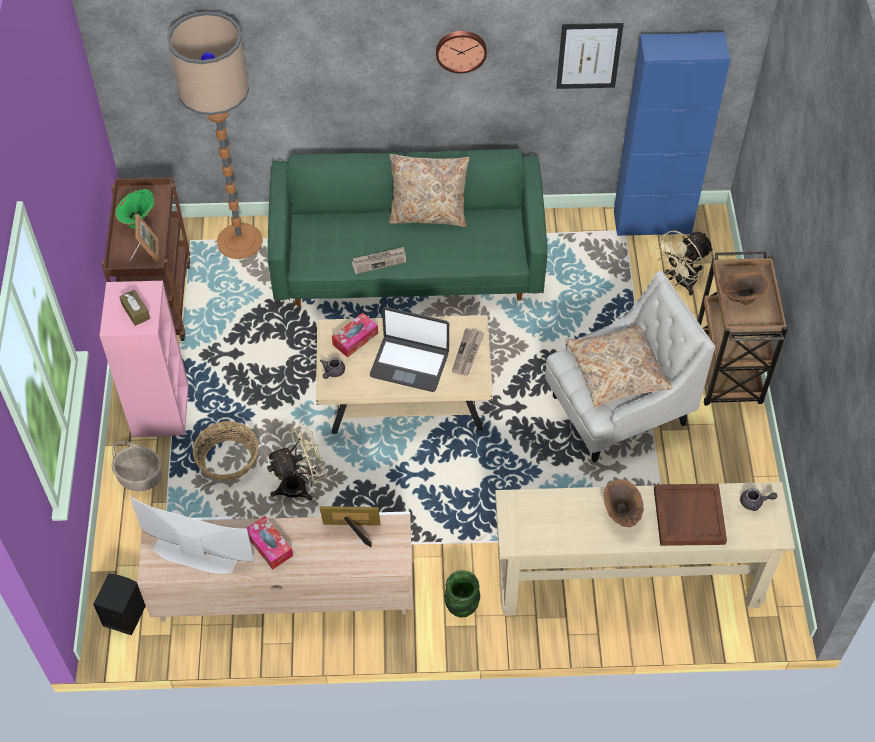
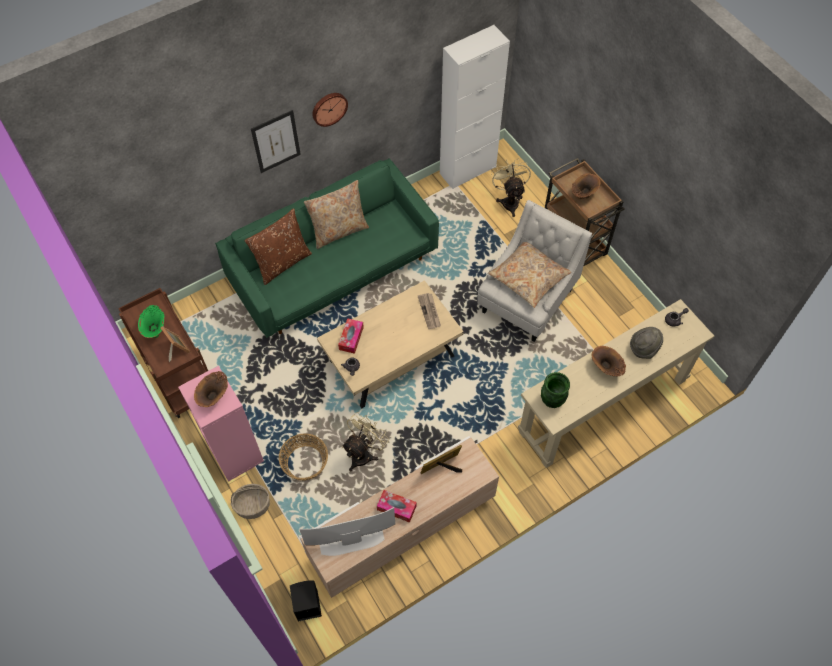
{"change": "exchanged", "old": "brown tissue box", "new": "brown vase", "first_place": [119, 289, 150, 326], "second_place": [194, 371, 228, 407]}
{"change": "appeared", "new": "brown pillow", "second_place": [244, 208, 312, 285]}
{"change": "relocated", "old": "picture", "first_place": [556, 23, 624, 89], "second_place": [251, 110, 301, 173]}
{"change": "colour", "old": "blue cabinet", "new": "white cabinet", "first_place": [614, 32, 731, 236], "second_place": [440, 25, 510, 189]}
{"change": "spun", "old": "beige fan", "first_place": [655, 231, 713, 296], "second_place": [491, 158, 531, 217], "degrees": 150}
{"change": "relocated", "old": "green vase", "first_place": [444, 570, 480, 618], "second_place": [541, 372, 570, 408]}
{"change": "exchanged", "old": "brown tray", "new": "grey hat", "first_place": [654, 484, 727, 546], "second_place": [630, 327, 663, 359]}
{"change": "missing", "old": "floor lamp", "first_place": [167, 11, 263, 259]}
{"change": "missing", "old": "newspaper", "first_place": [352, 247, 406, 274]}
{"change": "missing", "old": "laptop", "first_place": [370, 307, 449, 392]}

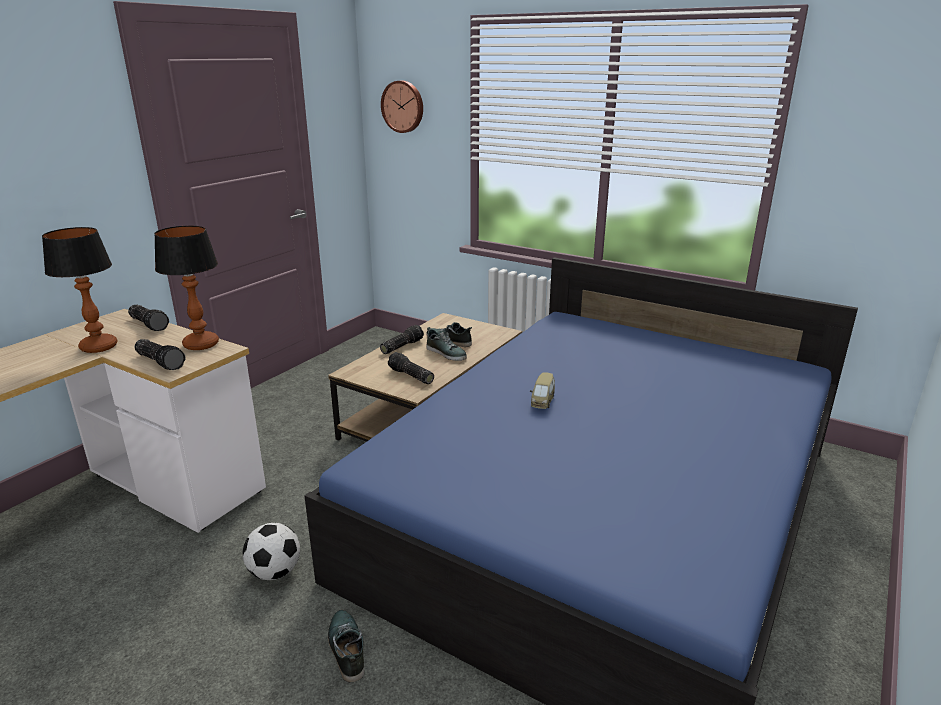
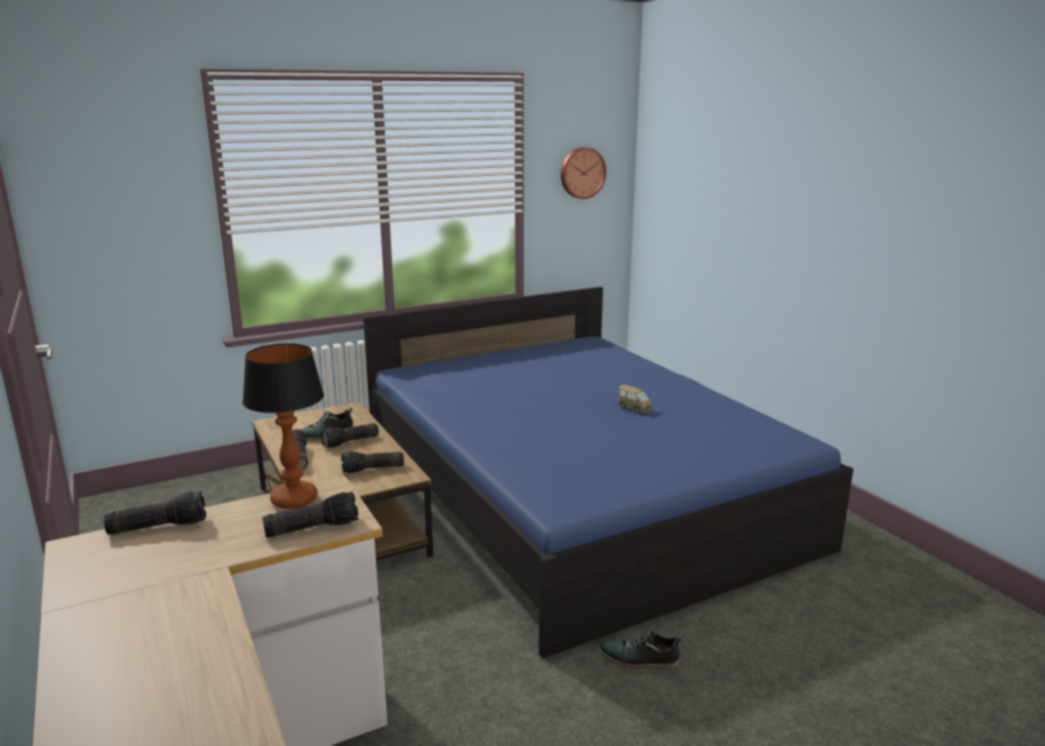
{"change": "exchanged", "old": "shoe", "new": "flashlight", "first_place": [426, 327, 467, 361], "second_place": [320, 423, 379, 448]}
{"change": "relocated", "old": "wall clock", "first_place": [381, 81, 423, 133], "second_place": [561, 147, 606, 199]}
{"change": "relocated", "old": "toy car", "first_place": [530, 372, 555, 409], "second_place": [618, 385, 652, 413]}
{"change": "missing", "old": "table lamp", "first_place": [42, 227, 117, 353]}
{"change": "missing", "old": "football", "first_place": [243, 523, 300, 580]}

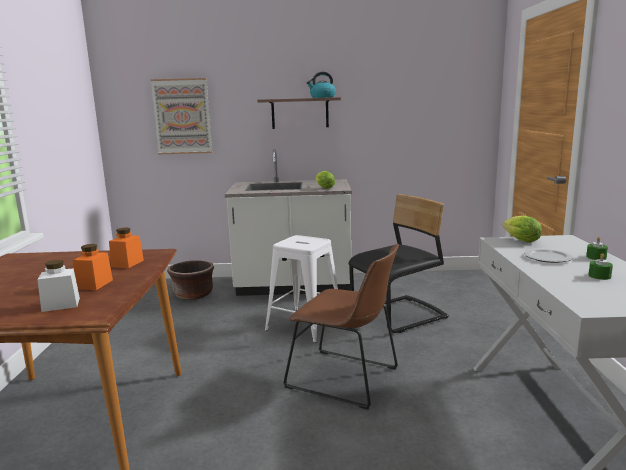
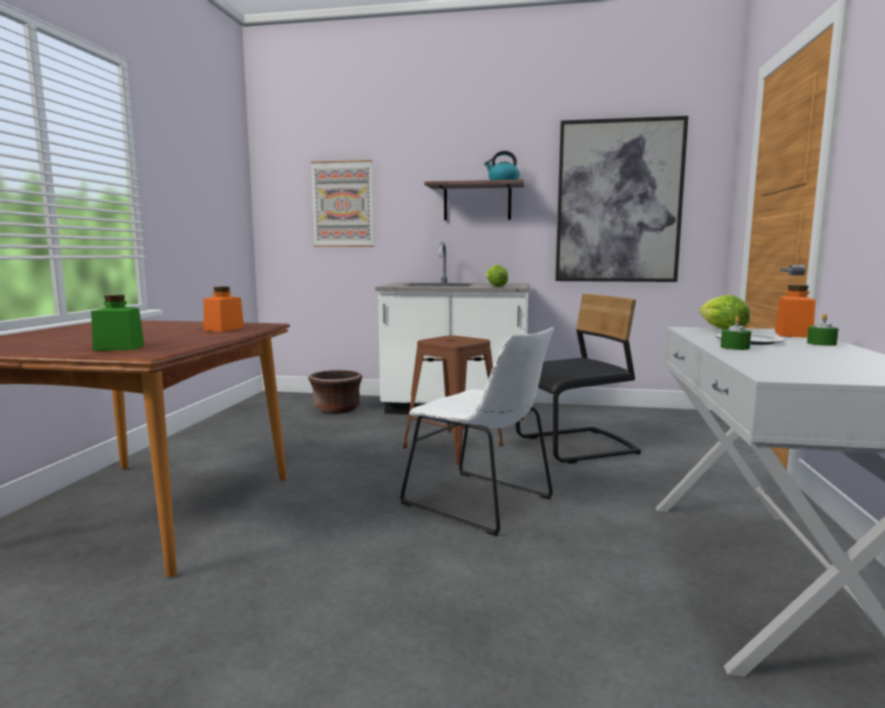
{"change": "colour", "old": "white jar", "new": "green jar", "first_place": [37, 260, 80, 312], "second_place": [91, 295, 144, 351]}
{"change": "colour", "old": "brown chair", "new": "white chair", "first_place": [283, 244, 399, 410], "second_place": [400, 327, 554, 536]}
{"change": "colour", "old": "white stool", "new": "brown stool", "first_place": [265, 235, 338, 343], "second_place": [403, 335, 503, 464]}
{"change": "appeared", "new": "picture", "second_place": [555, 116, 688, 282]}
{"change": "relocated", "old": "green candle", "first_place": [589, 253, 613, 280], "second_place": [721, 316, 751, 350]}
{"change": "relocated", "old": "orange jar", "first_place": [73, 244, 113, 290], "second_place": [775, 285, 816, 338]}

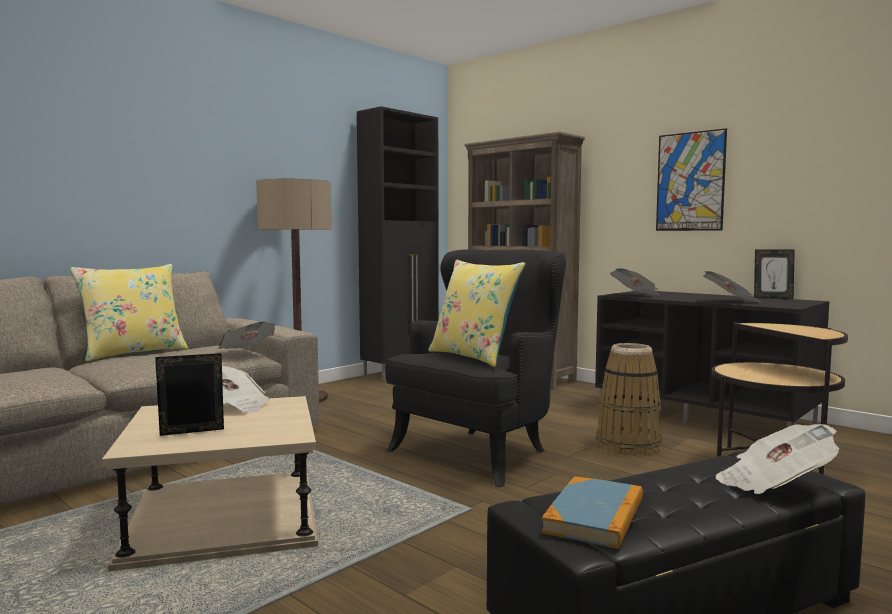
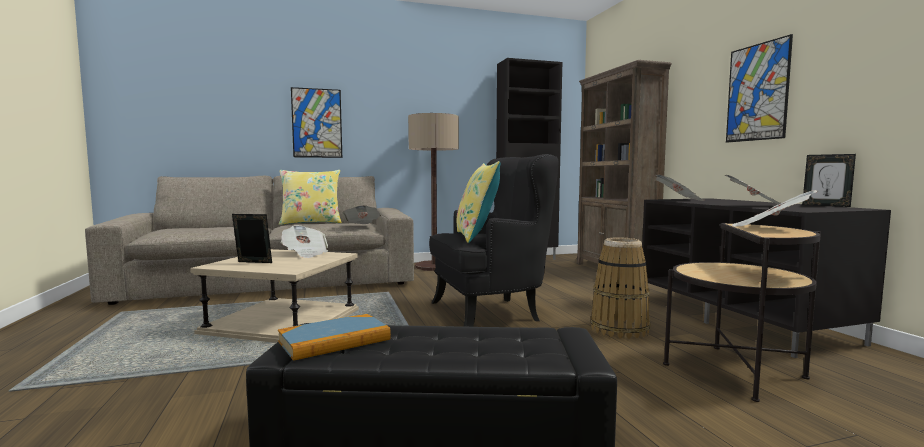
{"change": "appeared", "new": "picture", "second_place": [291, 87, 342, 158]}
{"change": "relocated", "old": "newspaper", "first_place": [716, 424, 839, 494], "second_place": [732, 190, 818, 227]}

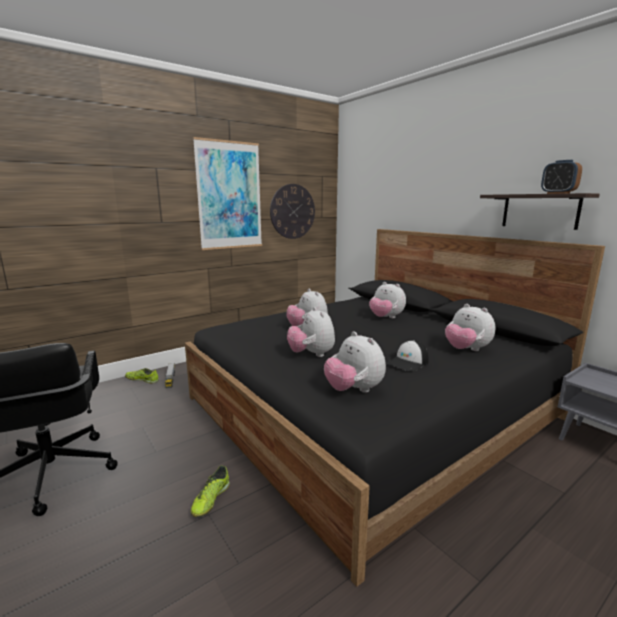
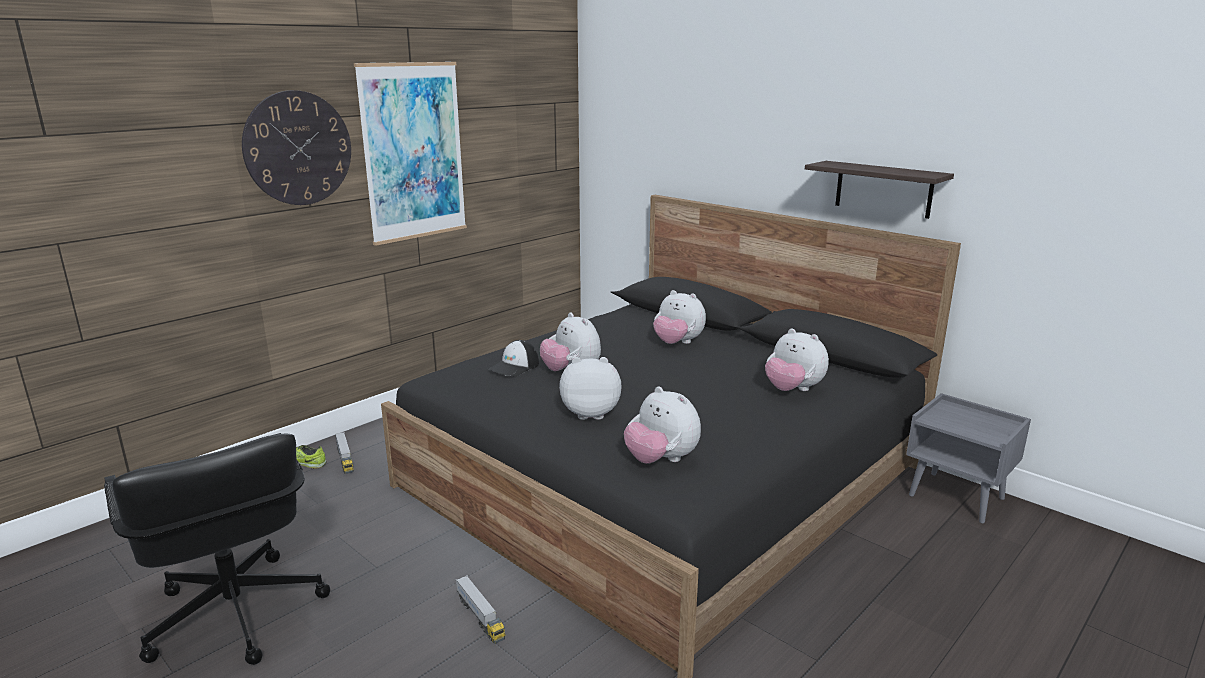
{"change": "relocated", "old": "wall clock", "first_place": [270, 184, 315, 239], "second_place": [242, 90, 351, 205]}
{"change": "exchanged", "old": "shoe", "new": "toy truck", "first_place": [191, 466, 230, 517], "second_place": [456, 575, 505, 644]}
{"change": "relocated", "old": "cap", "first_place": [387, 340, 429, 372], "second_place": [489, 340, 539, 377]}
{"change": "spun", "old": "plush toy", "first_place": [287, 307, 335, 357], "second_place": [559, 357, 622, 420], "degrees": 120}
{"change": "missing", "old": "alarm clock", "first_place": [541, 160, 582, 194]}

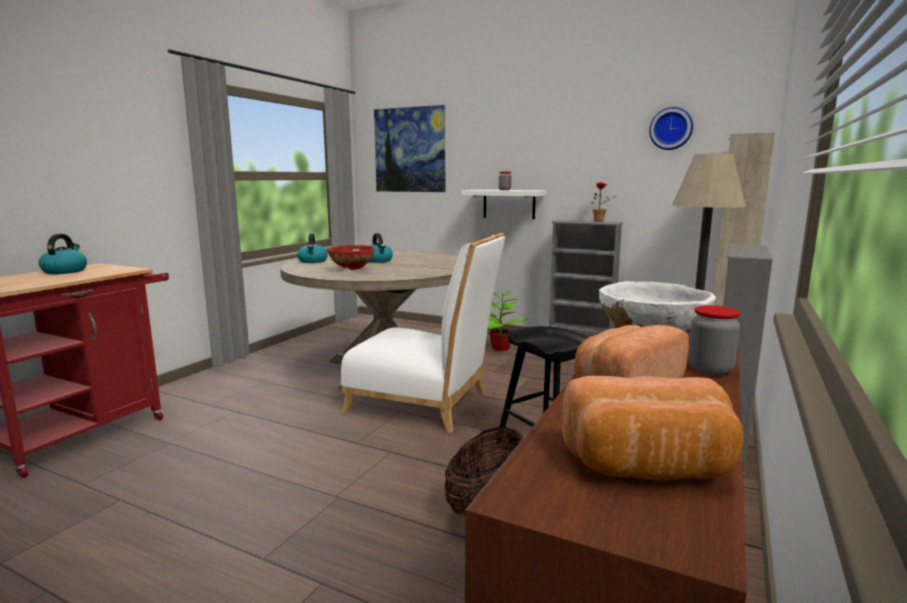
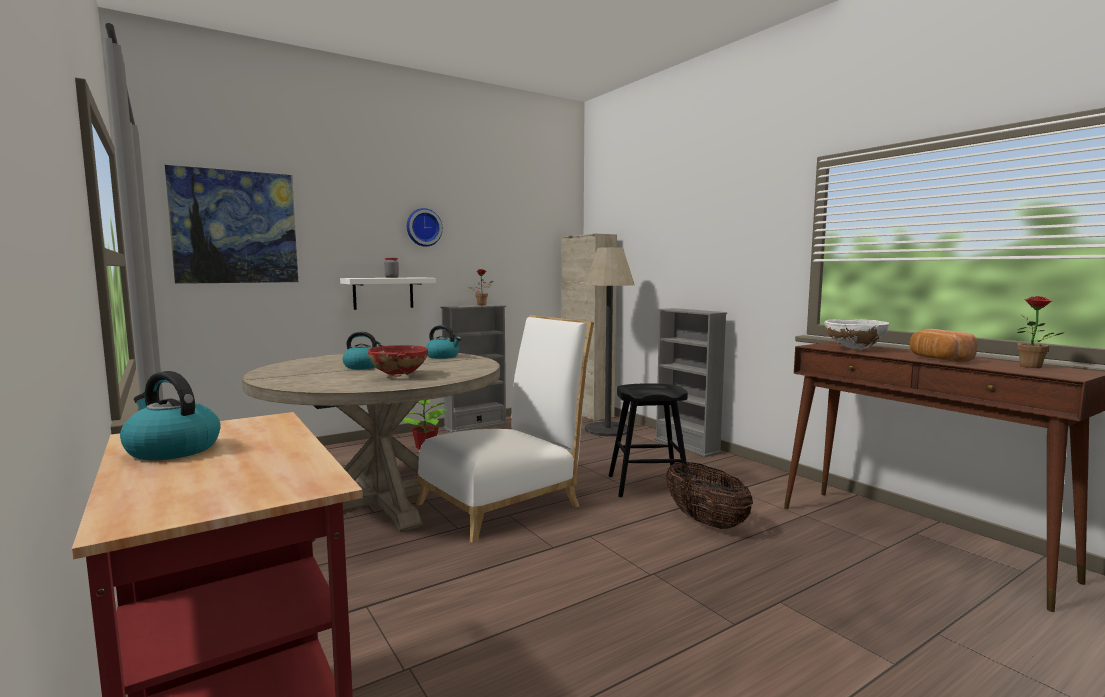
{"change": "relocated", "old": "wall clock", "first_place": [649, 107, 693, 150], "second_place": [407, 208, 443, 247]}
{"change": "relocated", "old": "kettle", "first_place": [297, 233, 328, 263], "second_place": [425, 325, 461, 359]}
{"change": "exchanged", "old": "bread", "new": "potted plant", "first_place": [562, 376, 744, 481], "second_place": [1017, 296, 1063, 368]}
{"change": "missing", "old": "jar", "first_place": [688, 305, 740, 375]}

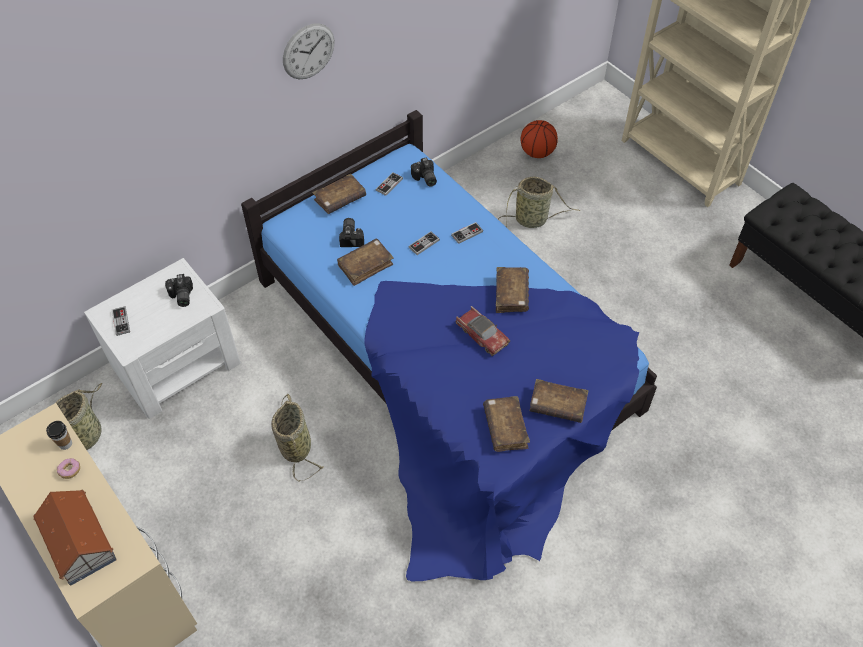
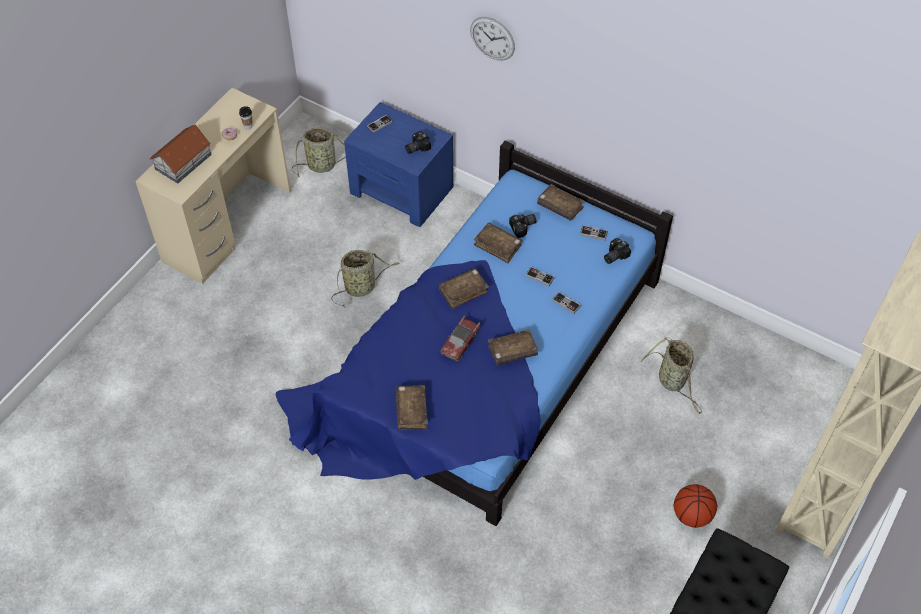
{"change": "colour", "old": "white nightstand", "new": "blue nightstand", "first_place": [84, 258, 241, 419], "second_place": [344, 102, 453, 227]}
{"change": "relocated", "old": "brown book", "first_place": [483, 396, 530, 452], "second_place": [439, 268, 489, 309]}
{"change": "relocated", "old": "wall clock", "first_place": [283, 23, 334, 79], "second_place": [470, 17, 515, 60]}
{"change": "relocated", "old": "basketball", "first_place": [521, 120, 558, 158], "second_place": [673, 484, 717, 528]}

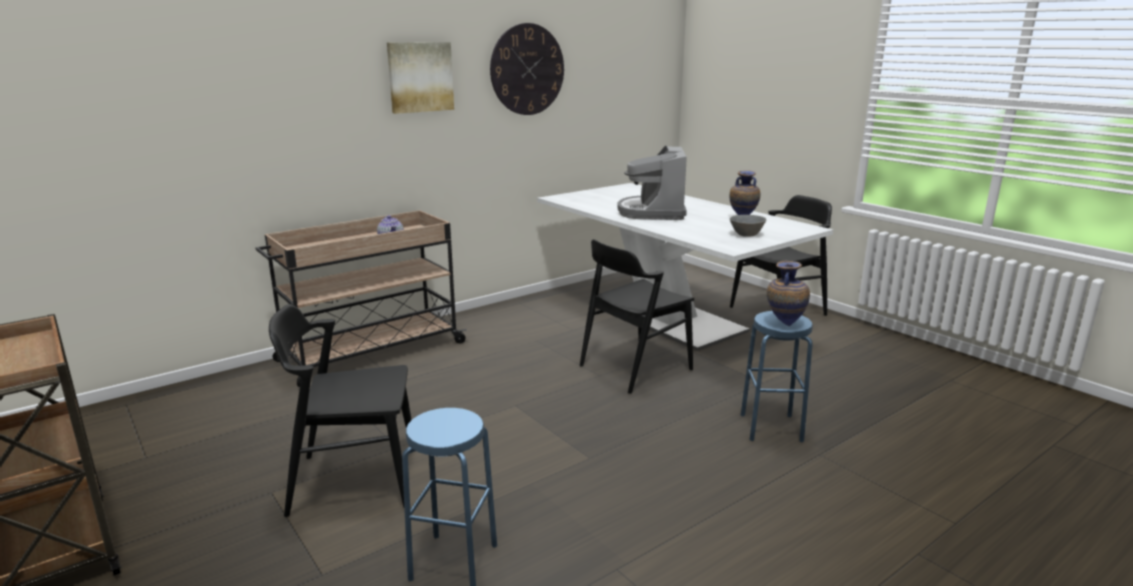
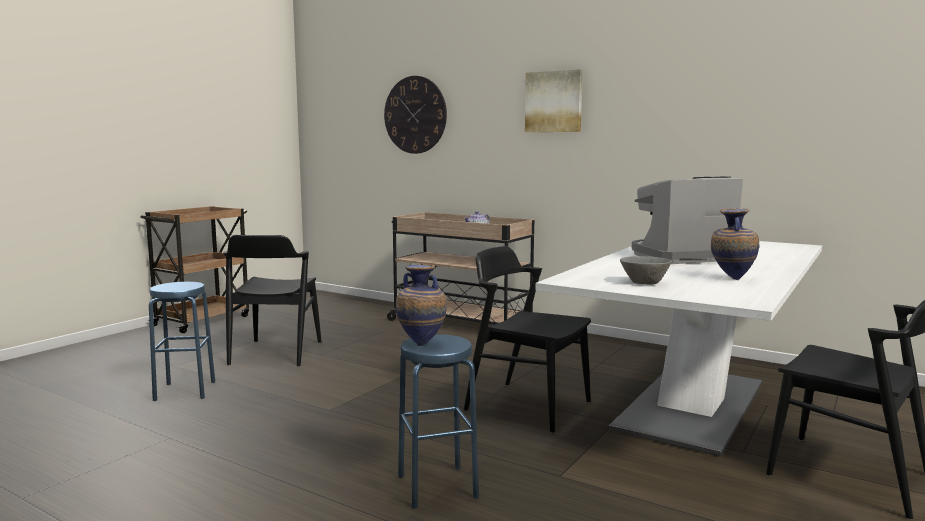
{"change": "spun", "old": "black chair", "first_place": [269, 304, 412, 517], "second_place": [223, 235, 321, 367], "degrees": -150}
{"change": "relocated", "old": "wall clock", "first_place": [490, 23, 564, 115], "second_place": [384, 76, 447, 154]}

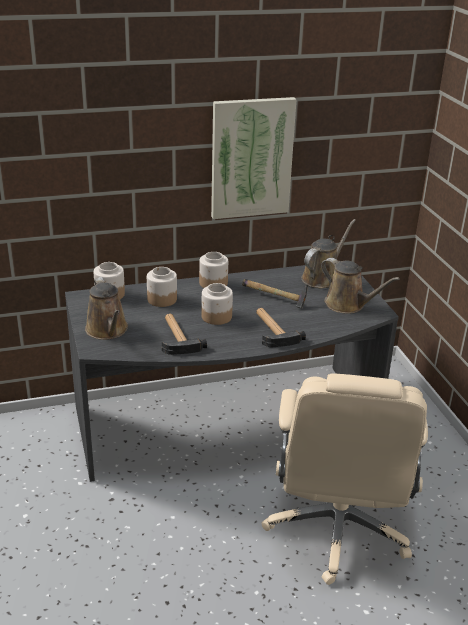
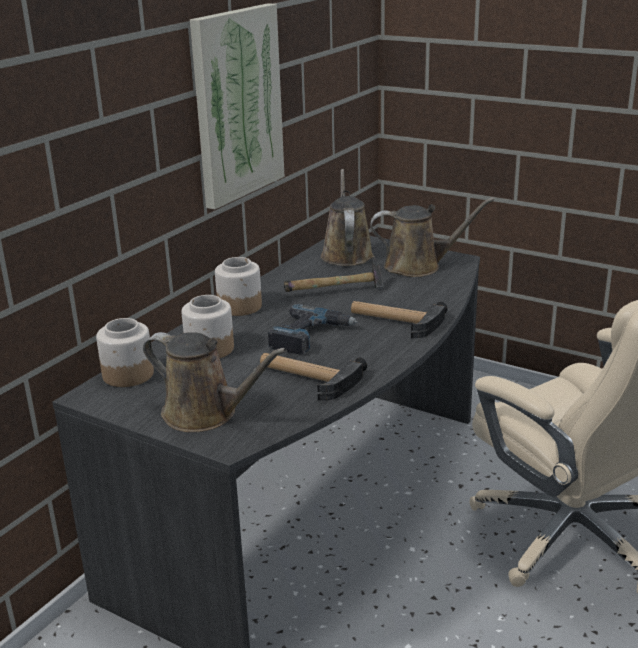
{"change": "exchanged", "old": "jar", "new": "power drill", "first_place": [201, 283, 233, 325], "second_place": [268, 304, 358, 355]}

